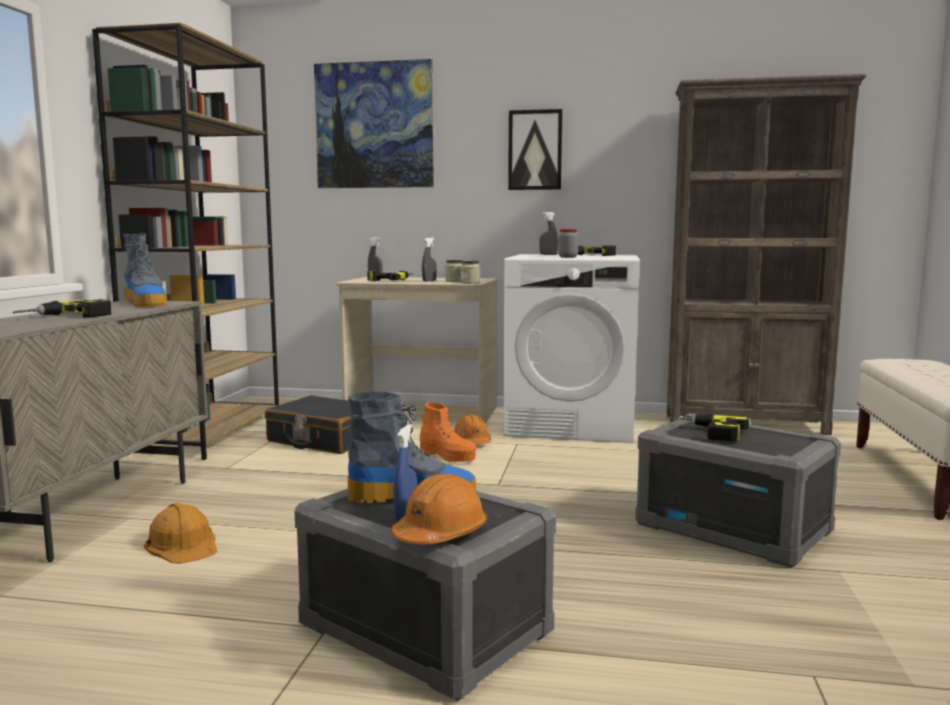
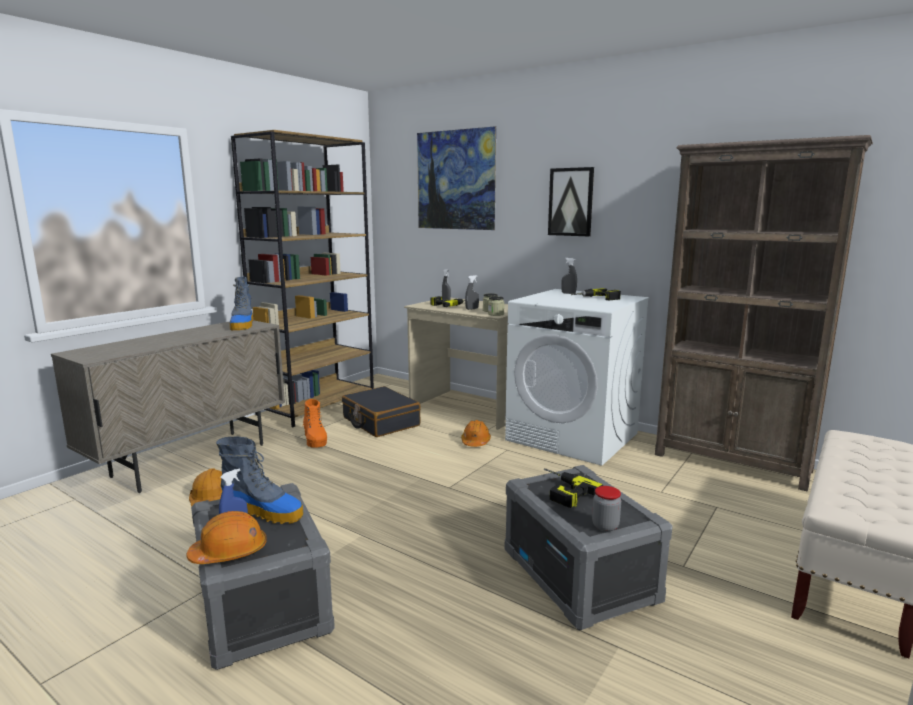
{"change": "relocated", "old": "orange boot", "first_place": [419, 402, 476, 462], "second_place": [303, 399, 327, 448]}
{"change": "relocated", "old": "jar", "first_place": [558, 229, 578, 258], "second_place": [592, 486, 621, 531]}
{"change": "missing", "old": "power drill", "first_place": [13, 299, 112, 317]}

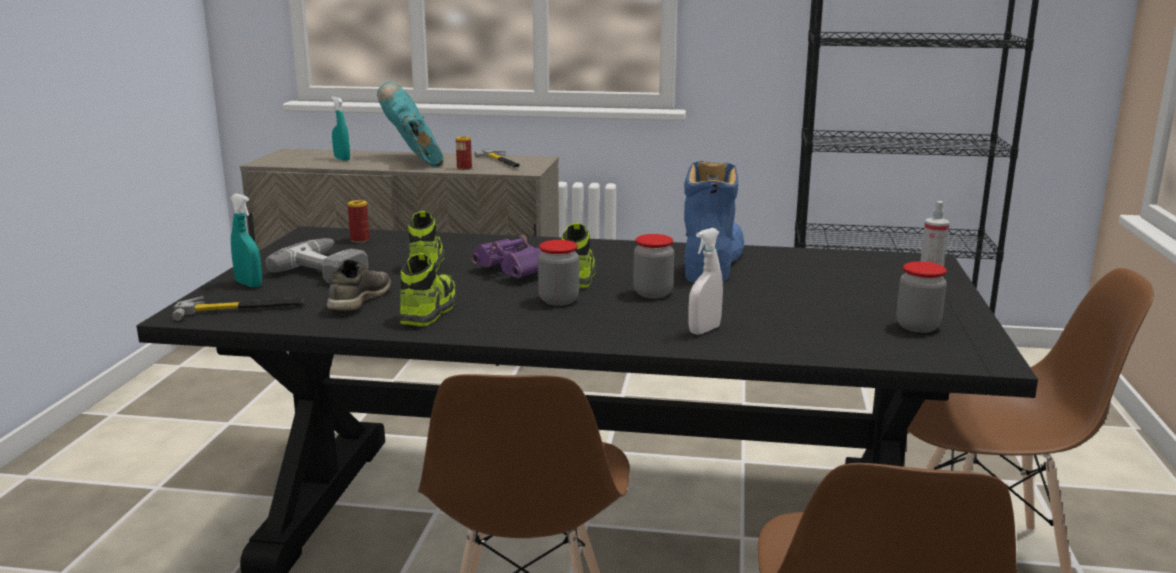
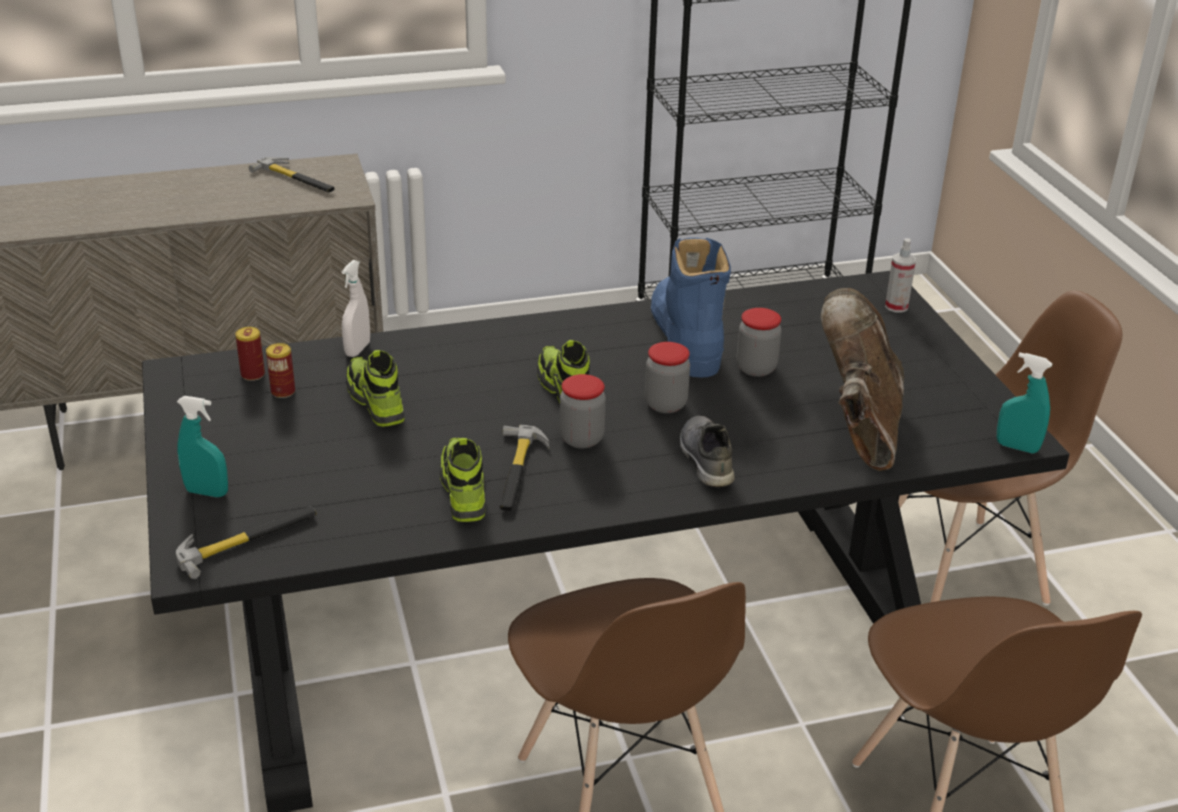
{"change": "relocated", "old": "can", "first_place": [456, 136, 472, 170], "second_place": [266, 343, 295, 398]}
{"change": "relocated", "old": "white spray bottle", "first_place": [688, 228, 723, 335], "second_place": [341, 260, 370, 357]}
{"change": "appeared", "new": "hammer", "second_place": [499, 425, 550, 511]}
{"change": "relocated", "old": "grey shoe", "first_place": [327, 259, 391, 311], "second_place": [680, 416, 735, 487]}
{"change": "relocated", "old": "jar", "first_place": [896, 261, 947, 333], "second_place": [736, 308, 782, 377]}
{"change": "appeared", "new": "brown boot", "second_place": [821, 288, 904, 471]}
{"change": "relocated", "old": "turquoise spray bottle", "first_place": [332, 97, 350, 161], "second_place": [997, 353, 1052, 453]}
{"change": "missing", "old": "power drill", "first_place": [265, 238, 368, 283]}
{"change": "missing", "old": "turquoise boot", "first_place": [377, 81, 444, 168]}
{"change": "missing", "old": "purple binoculars", "first_place": [471, 235, 542, 278]}

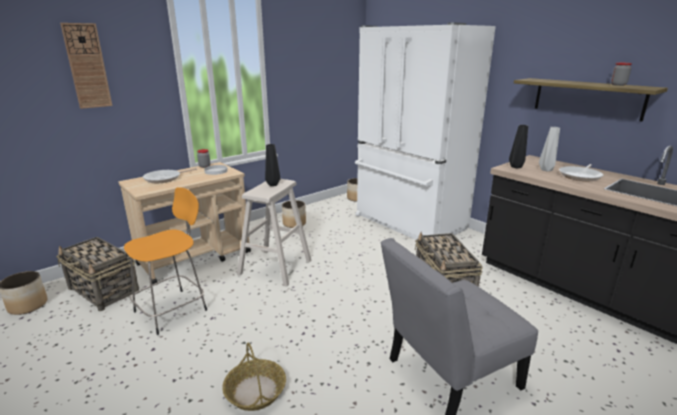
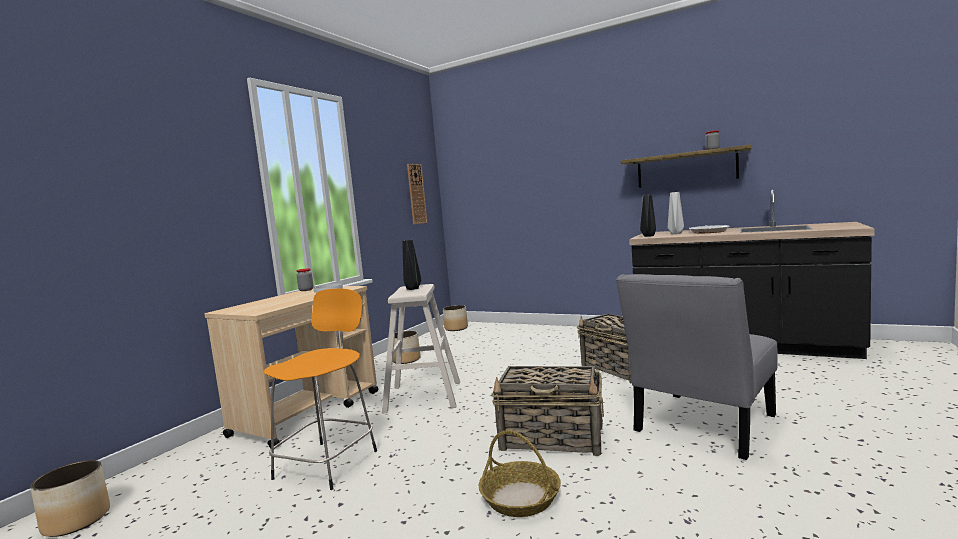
{"change": "relocated", "old": "wall clock", "first_place": [60, 23, 112, 109], "second_place": [407, 164, 427, 224]}
{"change": "relocated", "old": "basket", "first_place": [56, 237, 139, 311], "second_place": [491, 366, 604, 456]}
{"change": "missing", "old": "frying pan", "first_place": [143, 168, 197, 183]}
{"change": "missing", "old": "white fridge", "first_place": [355, 23, 496, 240]}

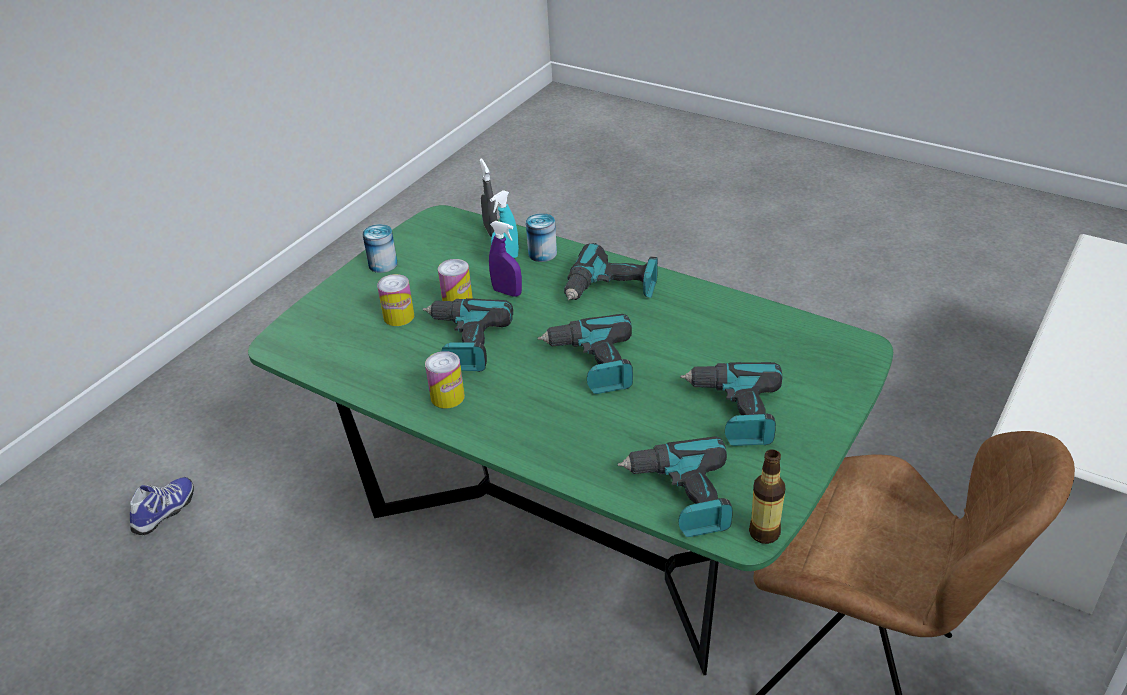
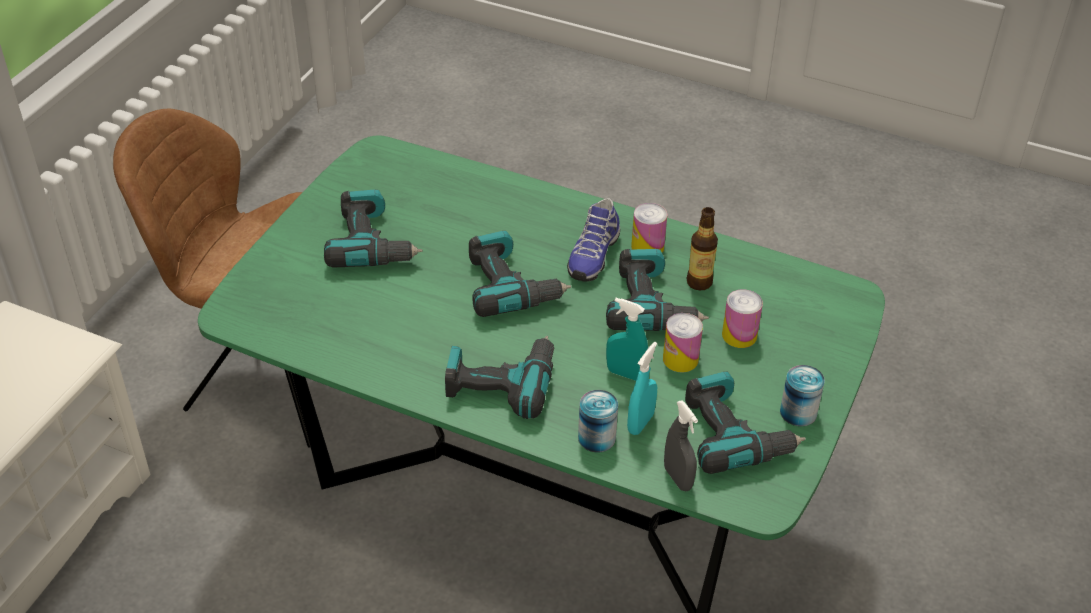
{"change": "relocated", "old": "shoe", "first_place": [130, 477, 194, 535], "second_place": [567, 198, 620, 282]}
{"change": "colour", "old": "purple spray bottle", "new": "turquoise spray bottle", "first_place": [489, 221, 522, 297], "second_place": [606, 298, 648, 381]}
{"change": "relocated", "old": "power drill", "first_place": [618, 436, 733, 537], "second_place": [685, 372, 806, 474]}
{"change": "relocated", "old": "bottle", "first_place": [749, 449, 785, 544], "second_place": [687, 207, 718, 290]}

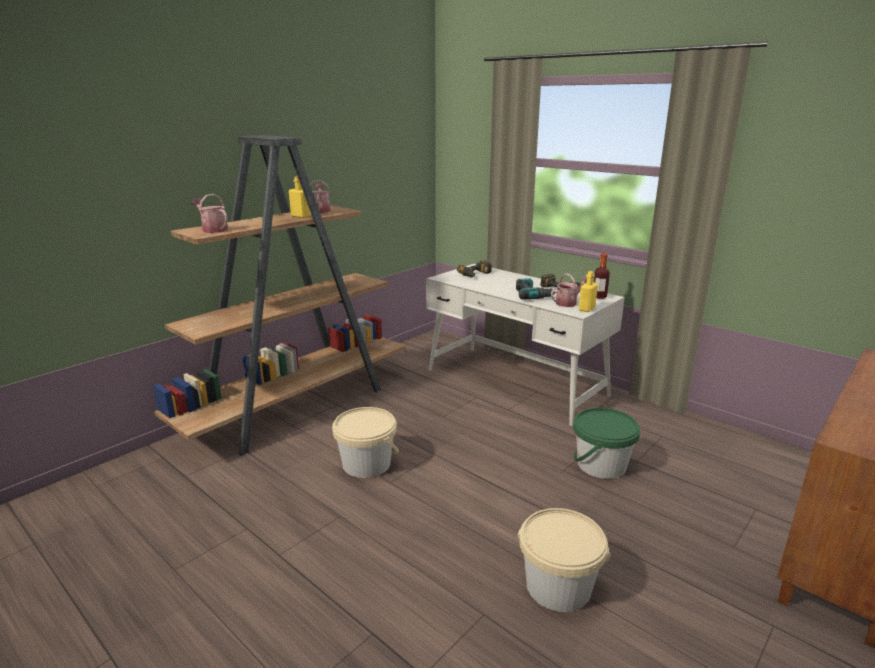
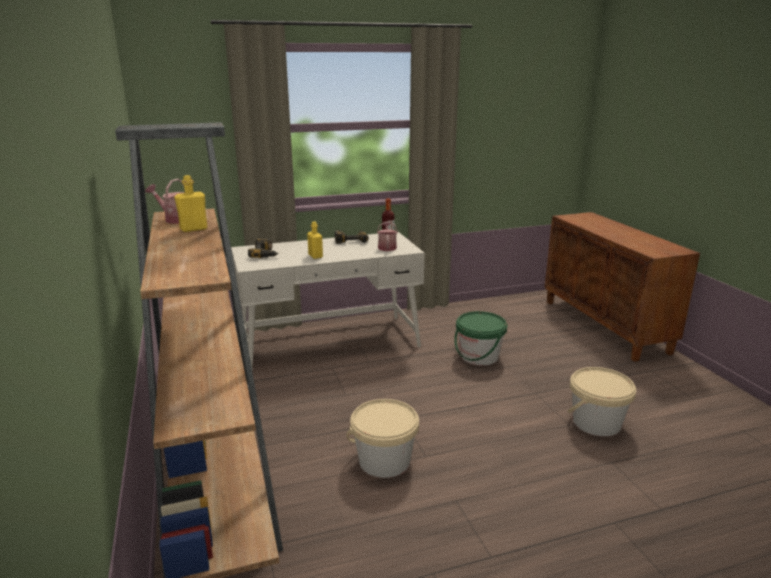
{"change": "relocated", "old": "yellow bottle", "first_place": [579, 271, 598, 312], "second_place": [307, 222, 323, 259]}
{"change": "missing", "old": "watering can", "first_place": [191, 194, 228, 233]}
{"change": "missing", "old": "power drill", "first_place": [516, 278, 557, 300]}

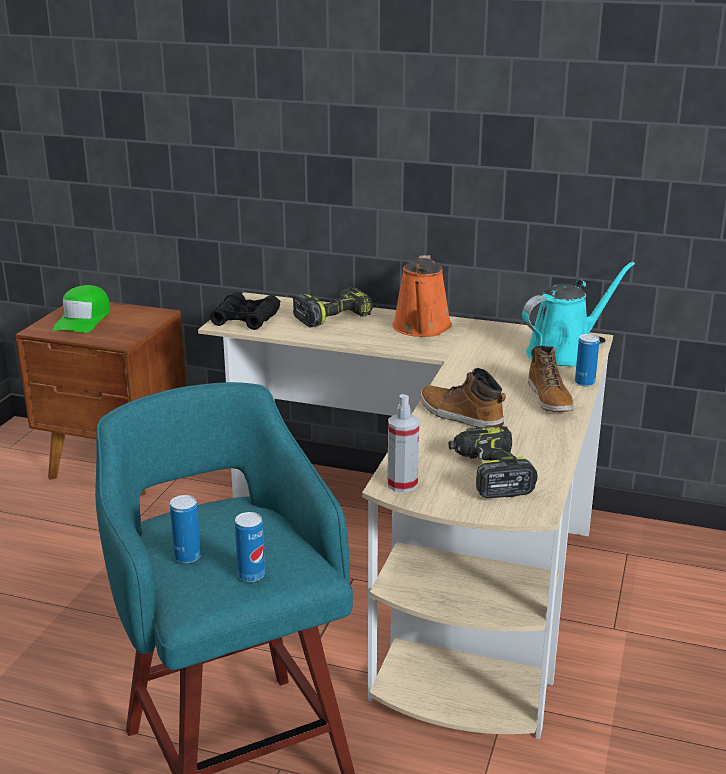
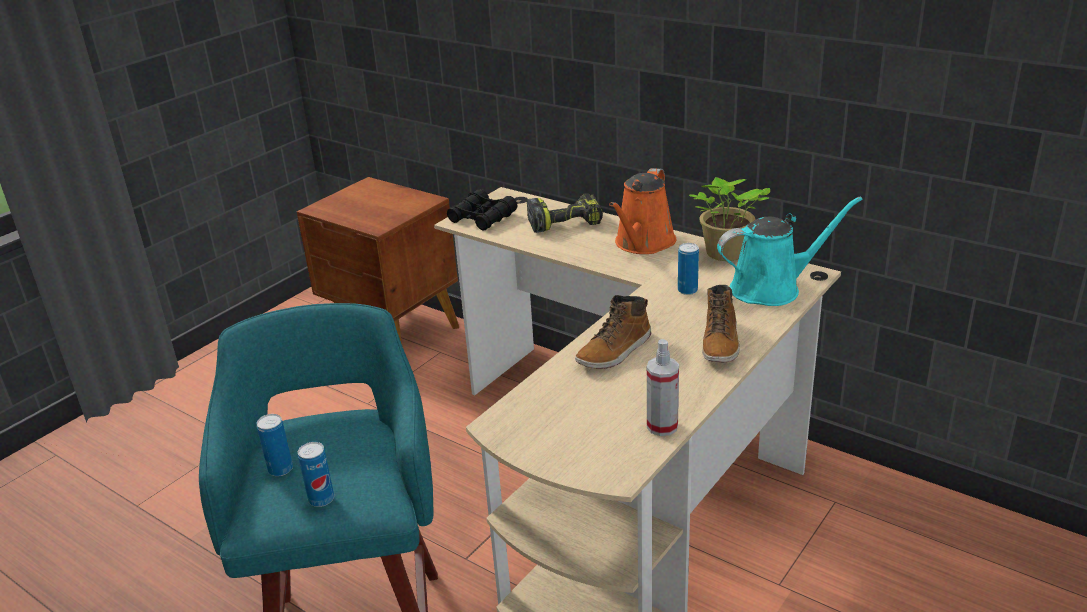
{"change": "spun", "old": "boot", "first_place": [420, 368, 506, 428], "second_place": [575, 295, 651, 369], "degrees": -105}
{"change": "relocated", "old": "spray bottle", "first_place": [387, 394, 419, 492], "second_place": [647, 339, 679, 436]}
{"change": "relocated", "old": "can", "first_place": [575, 334, 599, 386], "second_place": [678, 243, 699, 295]}
{"change": "appeared", "new": "potted plant", "second_place": [689, 177, 770, 261]}
{"change": "missing", "old": "green cap", "first_place": [53, 285, 111, 333]}
{"change": "missing", "old": "power drill", "first_place": [448, 426, 538, 498]}

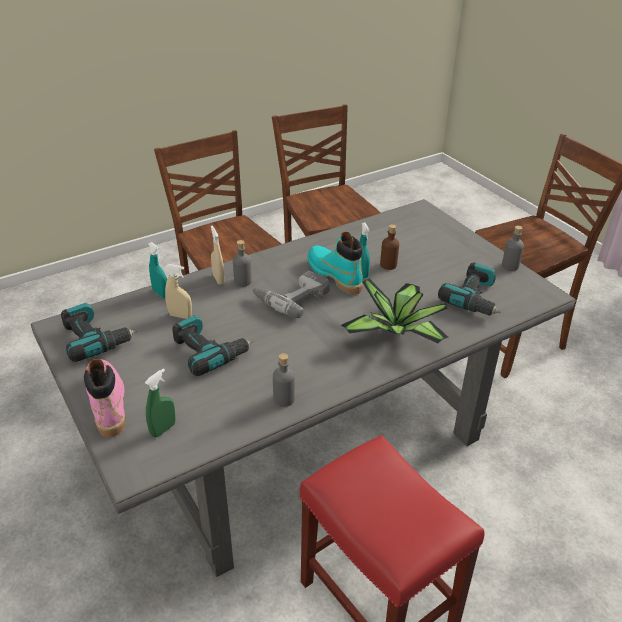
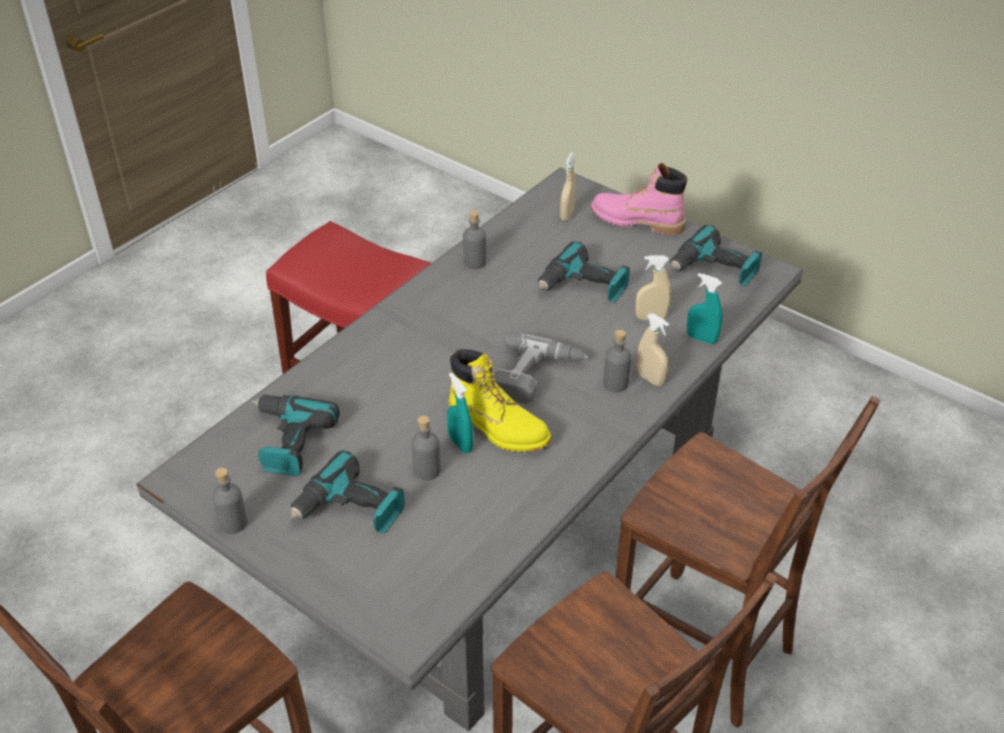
{"change": "appeared", "new": "power drill", "second_place": [289, 450, 405, 534]}
{"change": "colour", "old": "brown bottle", "new": "grey bottle", "first_place": [380, 224, 399, 270], "second_place": [411, 416, 441, 480]}
{"change": "colour", "old": "turquoise boot", "new": "yellow boot", "first_place": [308, 232, 363, 295], "second_place": [448, 349, 551, 452]}
{"change": "colour", "old": "green spray bottle", "new": "beige spray bottle", "first_place": [145, 368, 176, 437], "second_place": [560, 153, 576, 221]}
{"change": "spun", "old": "pink boot", "first_place": [84, 359, 126, 437], "second_place": [591, 163, 687, 235], "degrees": 150}
{"change": "missing", "old": "potted plant", "first_place": [341, 279, 449, 343]}

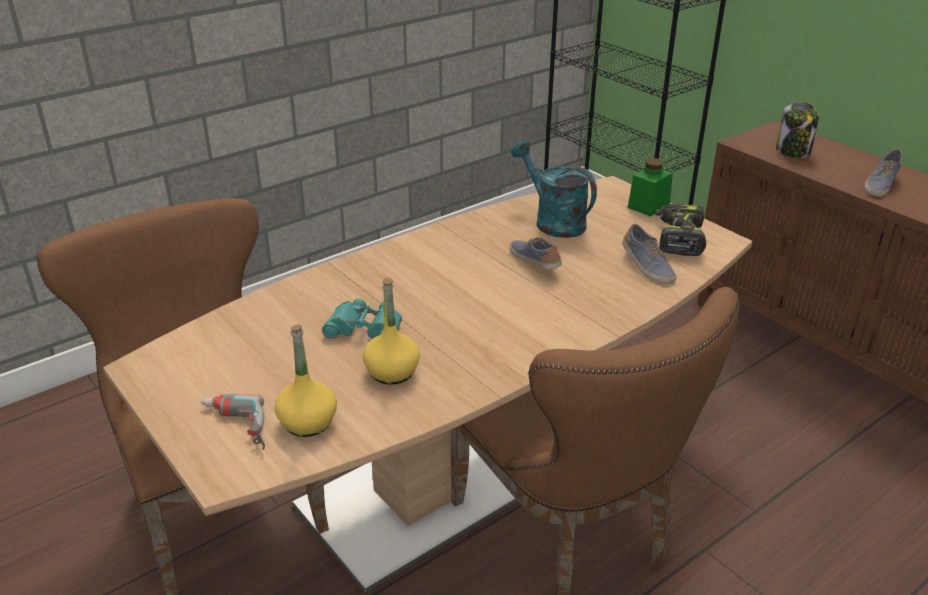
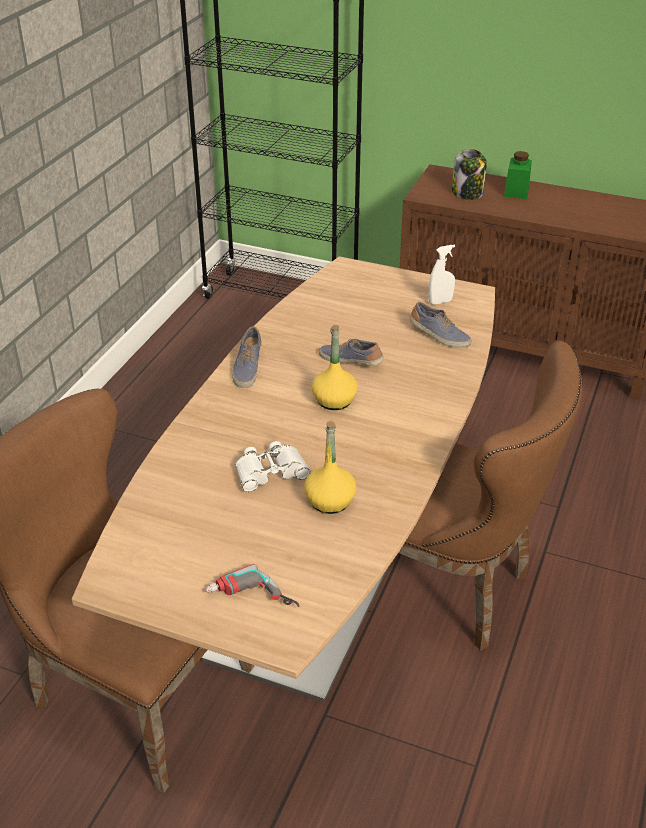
{"change": "relocated", "old": "shoe", "first_place": [864, 149, 903, 197], "second_place": [232, 326, 262, 388]}
{"change": "colour", "old": "turquoise binoculars", "new": "white binoculars", "first_place": [322, 299, 402, 339], "second_place": [235, 441, 311, 492]}
{"change": "relocated", "old": "yellow bottle", "first_place": [274, 324, 337, 437], "second_place": [312, 325, 358, 410]}
{"change": "exchanged", "old": "power drill", "new": "white spray bottle", "first_place": [656, 203, 706, 256], "second_place": [428, 245, 455, 305]}
{"change": "relocated", "old": "green jar", "first_place": [628, 158, 673, 217], "second_place": [504, 151, 532, 199]}
{"change": "missing", "old": "turquoise watering can", "first_place": [511, 140, 597, 238]}

